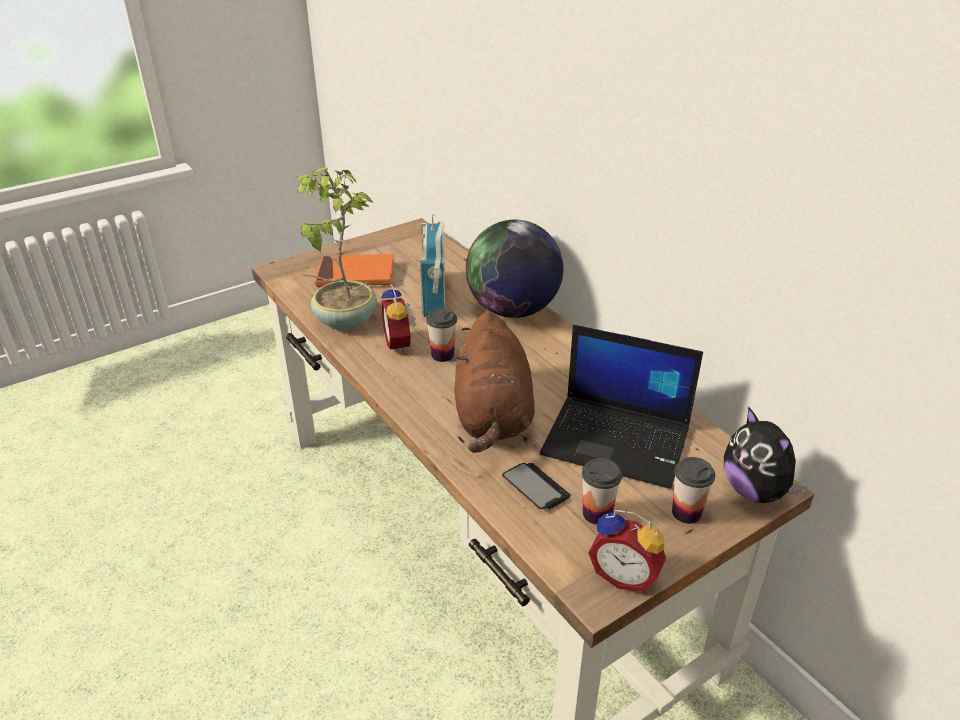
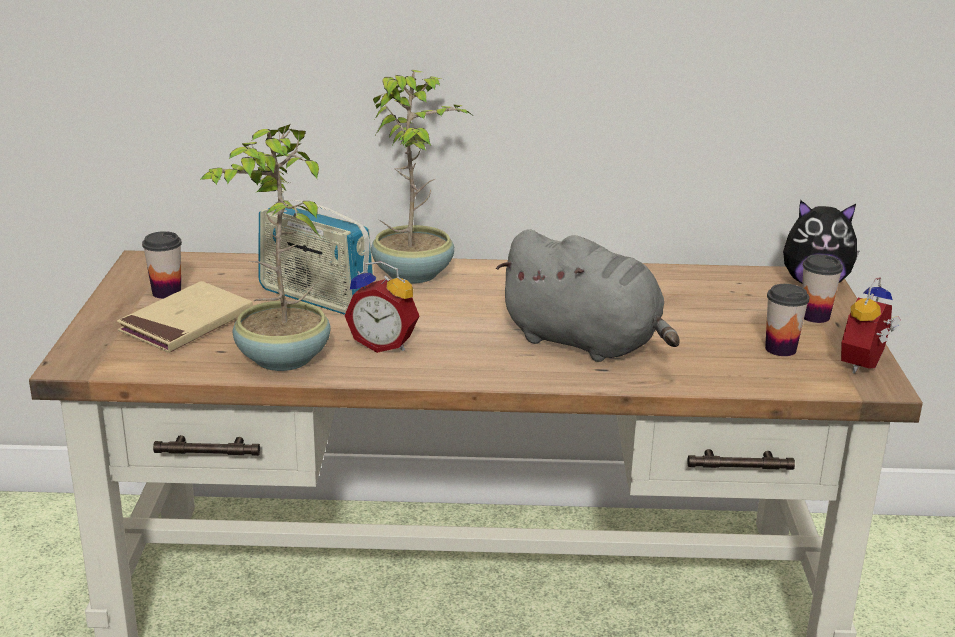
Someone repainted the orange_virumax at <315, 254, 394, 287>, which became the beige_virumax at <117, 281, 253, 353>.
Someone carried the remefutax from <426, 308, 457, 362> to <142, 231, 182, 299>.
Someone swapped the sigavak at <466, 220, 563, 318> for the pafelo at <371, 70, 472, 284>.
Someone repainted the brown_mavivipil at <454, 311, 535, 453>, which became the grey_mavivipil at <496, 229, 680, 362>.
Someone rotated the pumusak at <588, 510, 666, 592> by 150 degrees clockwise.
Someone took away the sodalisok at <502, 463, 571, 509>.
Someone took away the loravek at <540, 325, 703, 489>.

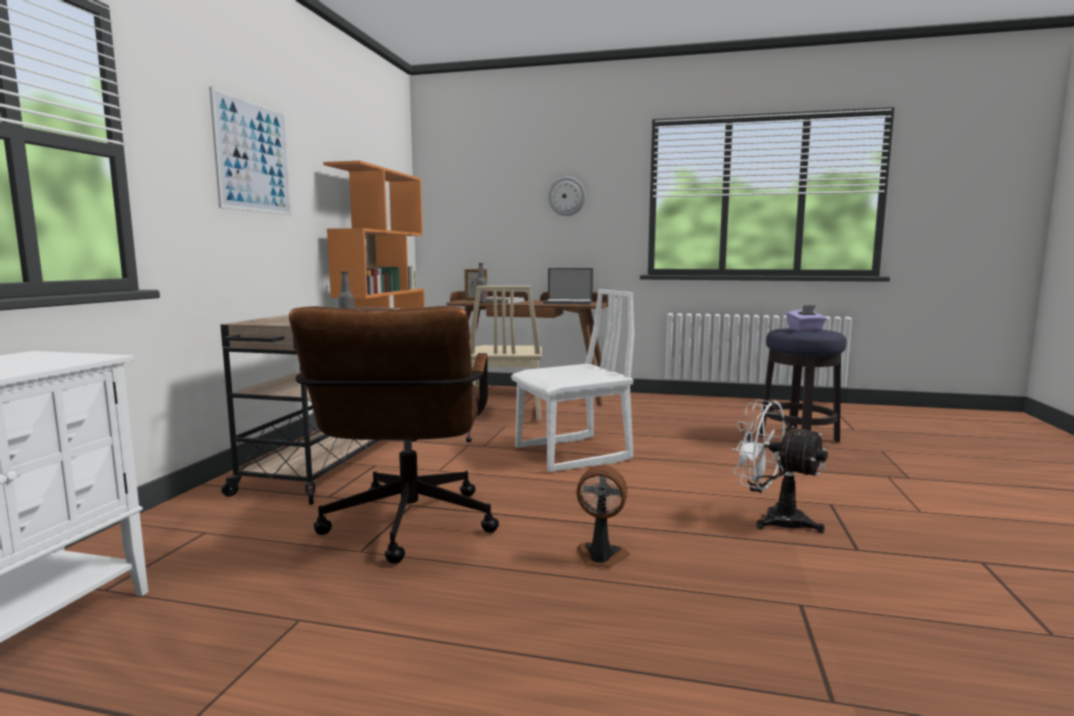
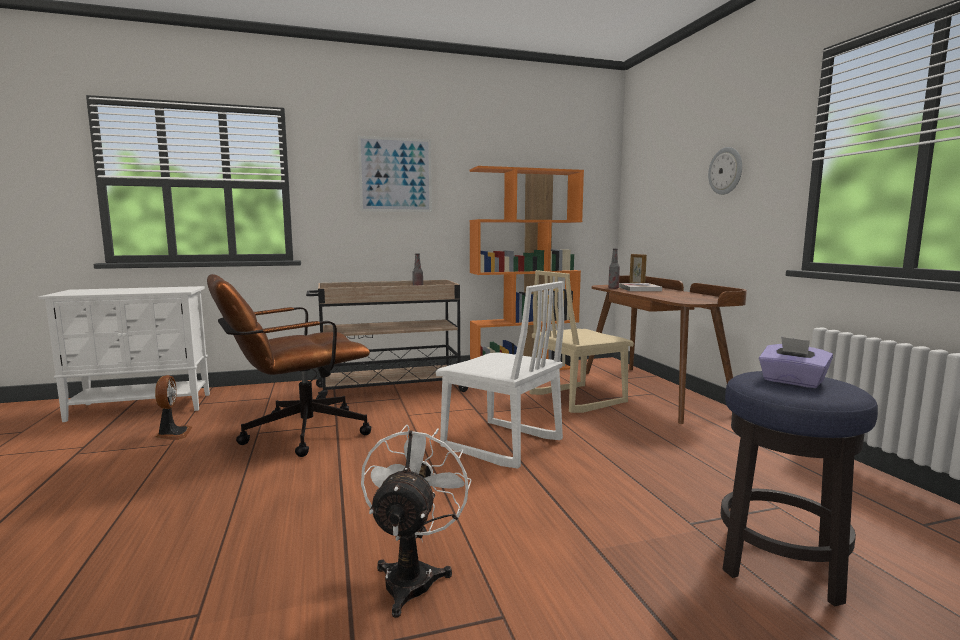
Someone carried the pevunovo from <576, 465, 630, 568> to <155, 375, 192, 440>.
Someone took away the loravek at <543, 268, 593, 304>.

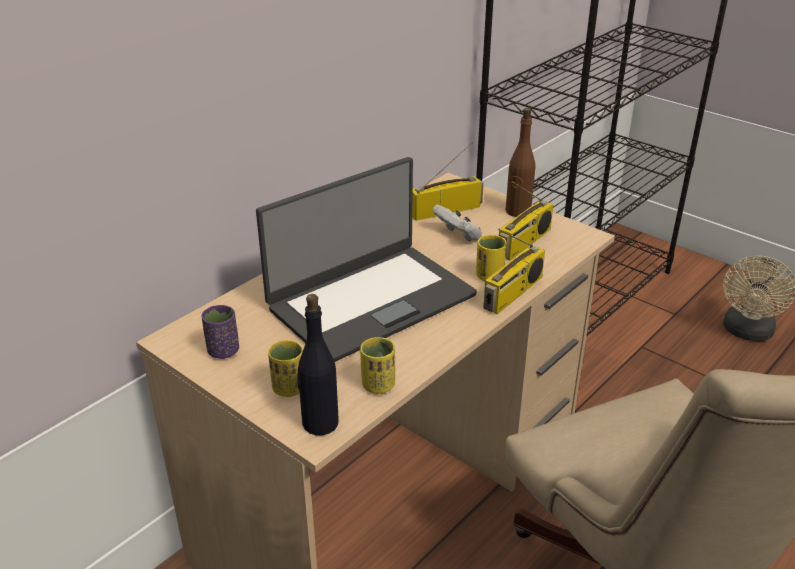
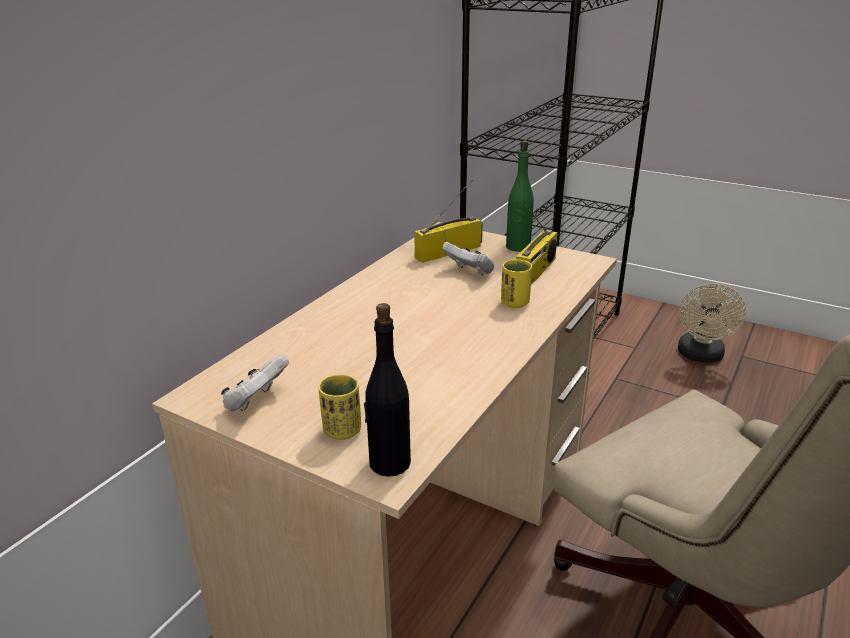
Someone swapped the purple_remefutax at <201, 305, 239, 359> for the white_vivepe at <221, 355, 289, 412>.
Someone repainted the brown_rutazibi at <506, 108, 535, 217>, which became the green_rutazibi at <506, 140, 534, 252>.
Someone took away the loravek at <256, 157, 477, 362>.
Someone took away the yellow_remefutax at <360, 337, 395, 394>.
Someone took away the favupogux at <483, 229, 545, 314>.

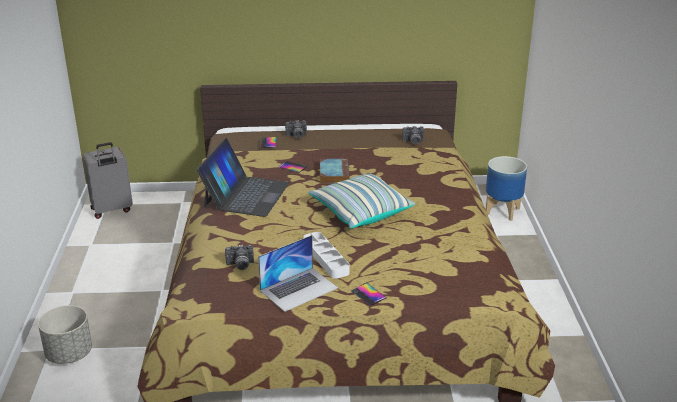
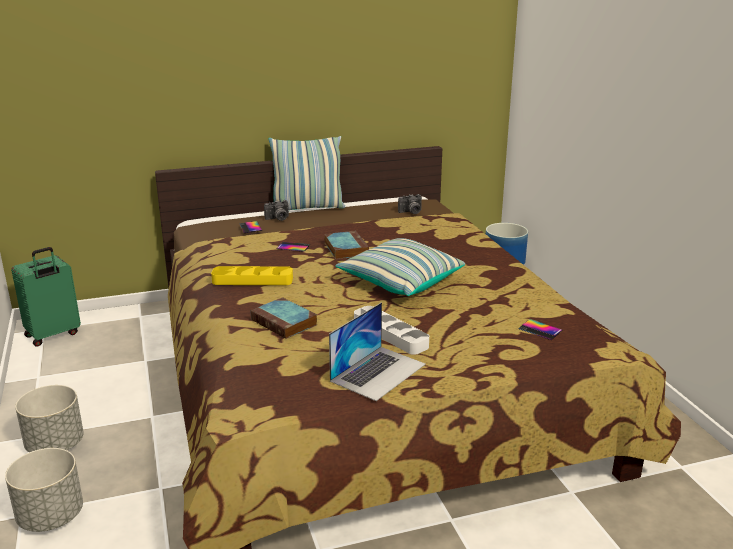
Someone repainted the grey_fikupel at <83, 142, 133, 219>, which became the green_fikupel at <11, 247, 81, 347>.
Someone put down the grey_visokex at <15, 385, 84, 452>.
Someone swapped the loravek at <196, 138, 289, 217> for the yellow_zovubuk at <211, 266, 293, 285>.
Someone put down the virumax at <251, 297, 317, 339>.
Someone put down the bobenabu at <269, 136, 345, 210>.
Someone carried the sodalisok from <351, 283, 386, 306> to <518, 319, 563, 340>.
Someone took away the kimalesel at <225, 244, 254, 270>.

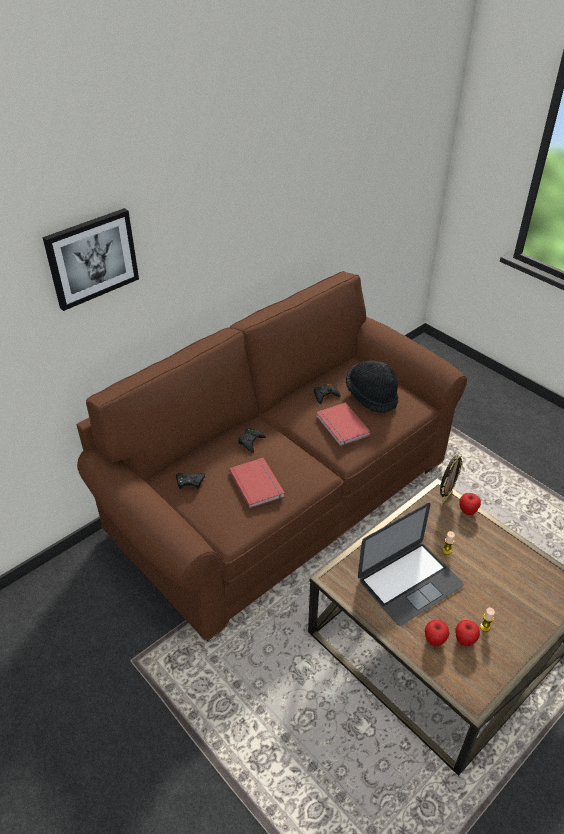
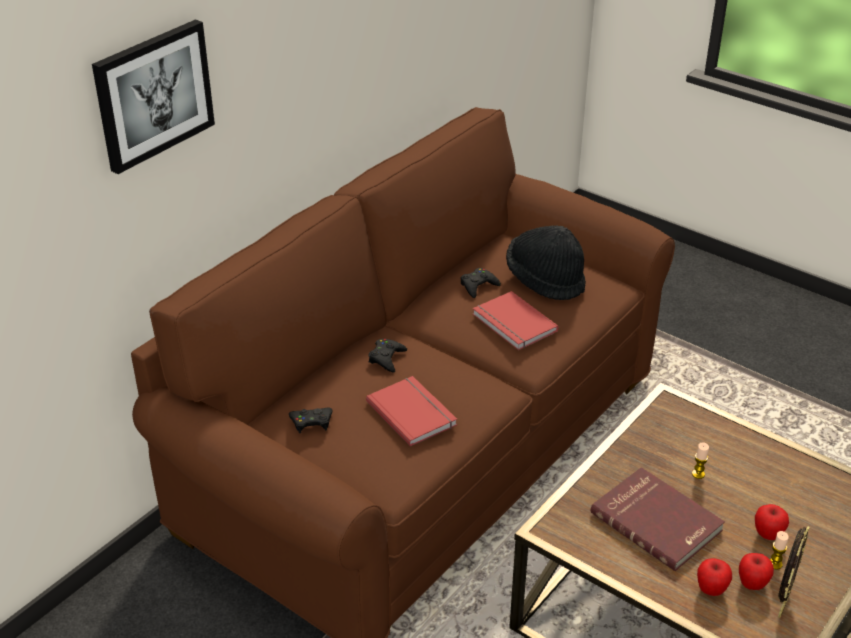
Someone swapped the loravek at <358, 503, 464, 626> for the red_virumax at <591, 467, 725, 571>.
Someone carried the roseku from <460, 493, 481, 515> to <755, 504, 789, 540>.
Someone carried the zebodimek from <440, 455, 463, 506> to <778, 526, 810, 618>.

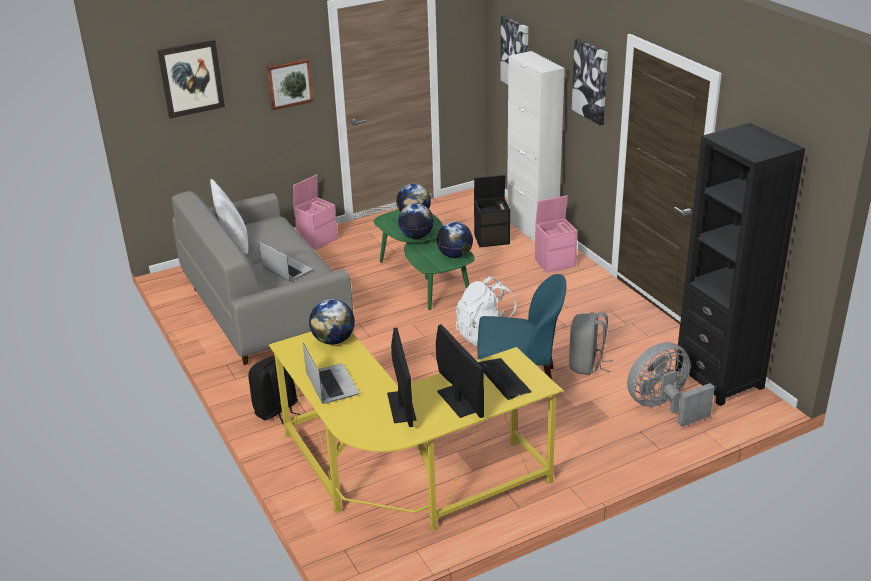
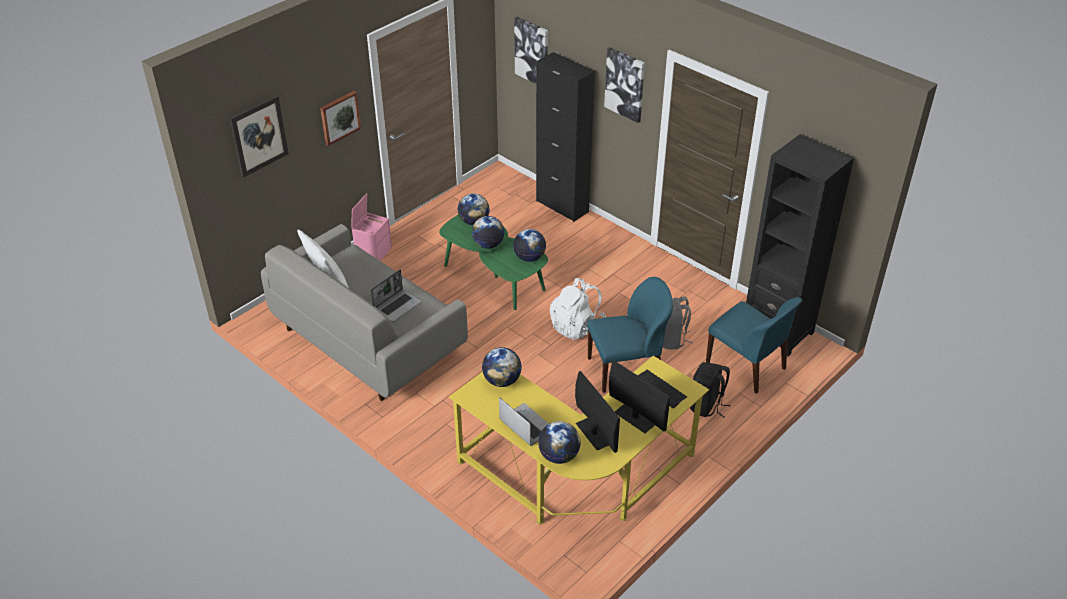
Someone rotated the loravek at <259, 241, 313, 282> by 105 degrees clockwise.
Someone repainted the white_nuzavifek at <507, 51, 565, 242>, which became the black_nuzavifek at <536, 52, 595, 222>.
Someone put down the sigavak at <538, 421, 581, 464>.
Someone carried the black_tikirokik from <248, 356, 301, 425> to <690, 362, 731, 418>.
Someone swapped the grey_pevunovo at <627, 342, 715, 427> for the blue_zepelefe at <706, 297, 803, 394>.
Someone took away the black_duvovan at <474, 175, 510, 247>.
Someone took away the pink_duvovan at <535, 195, 578, 273>.

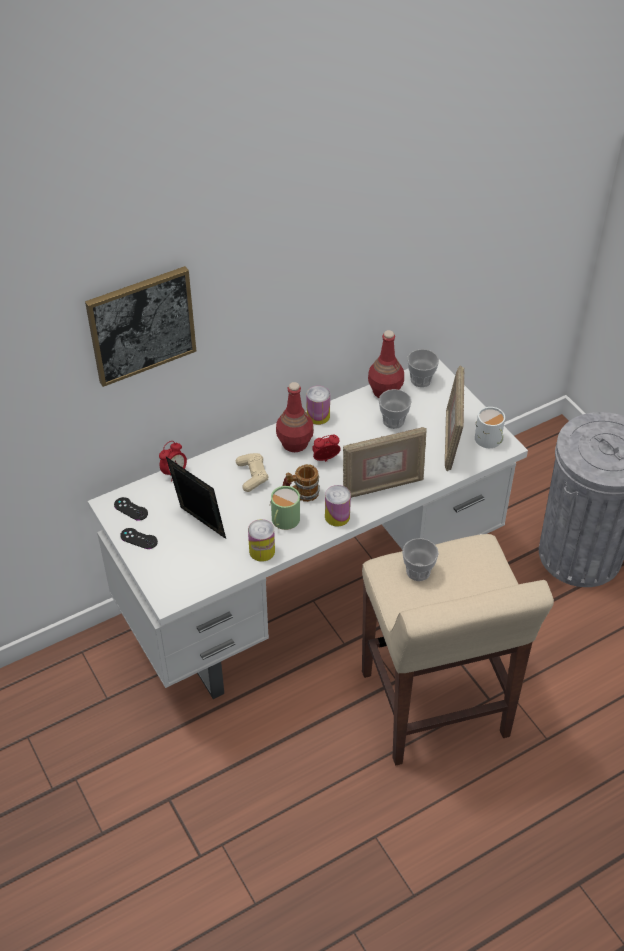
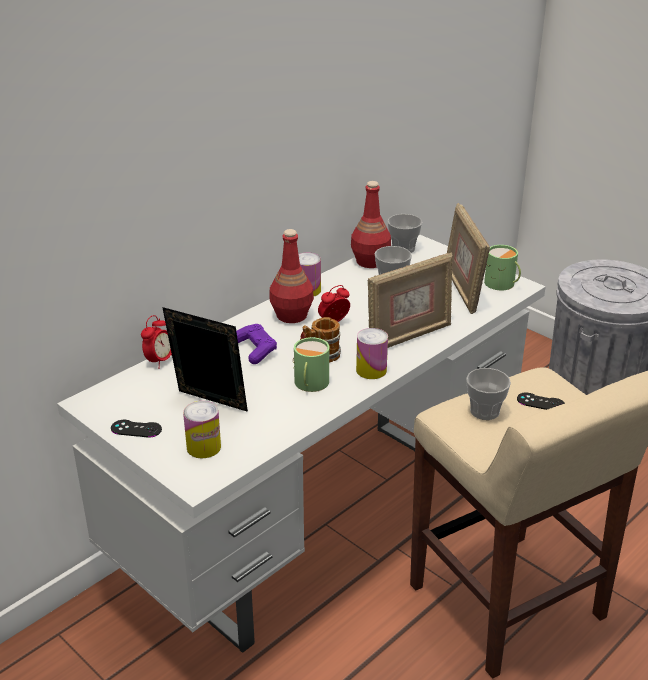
Someone carried the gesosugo from <248, 519, 275, 562> to <183, 401, 221, 458>.
Someone repainted the beige_vivepe at <236, 453, 268, 492>, which became the purple_vivepe at <236, 324, 277, 364>.
Someone repainted the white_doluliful at <475, 407, 505, 448>, which became the green_doluliful at <484, 245, 521, 290>.
Someone carried the black_vivepe from <114, 497, 148, 521> to <517, 392, 565, 410>.
Someone took away the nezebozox at <85, 266, 196, 387>.

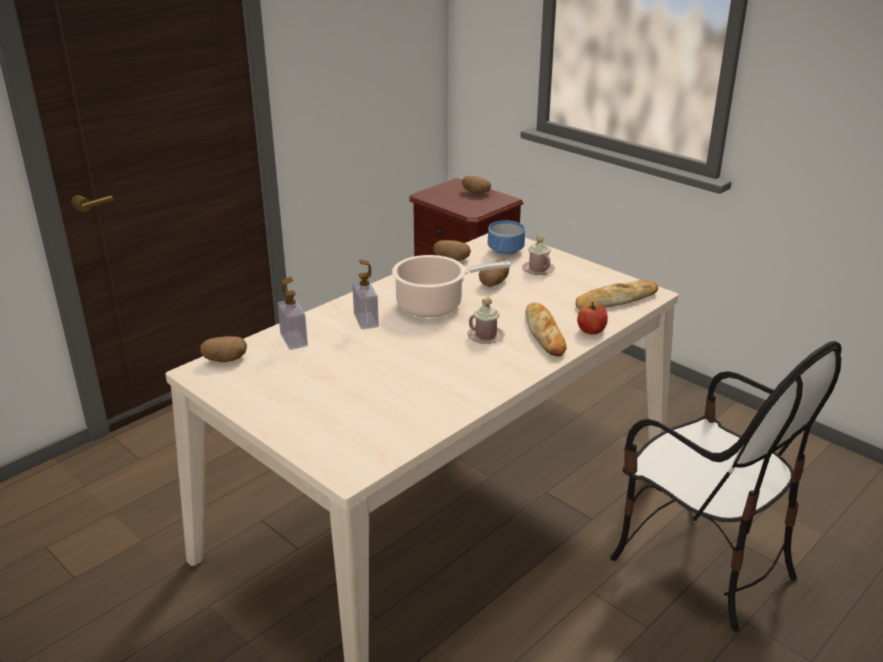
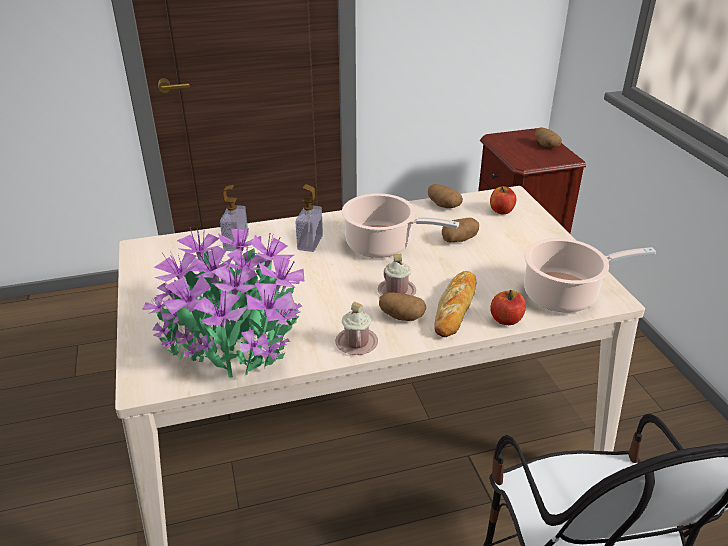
Someone put down the pafelo at <142, 220, 304, 378>.
Someone carried the pink_doluliful from <522, 234, 555, 275> to <335, 302, 378, 355>.
Someone carried the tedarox from <200, 336, 247, 362> to <379, 293, 426, 321>.
Someone swapped the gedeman at <488, 221, 525, 256> for the roseku at <490, 186, 516, 214>.
Someone swapped the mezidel at <575, 280, 658, 309> for the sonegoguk at <524, 238, 656, 313>.

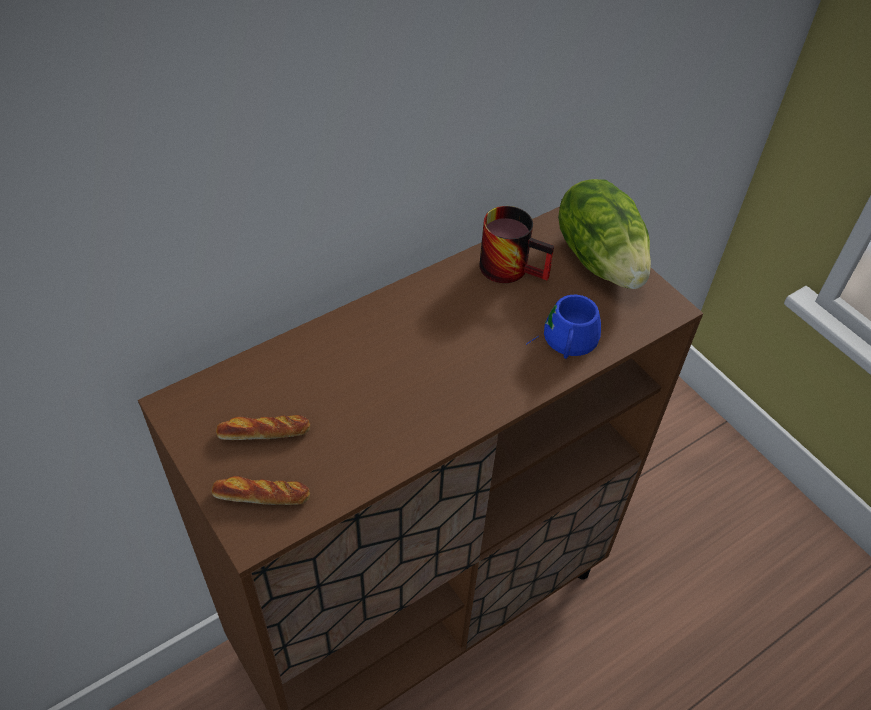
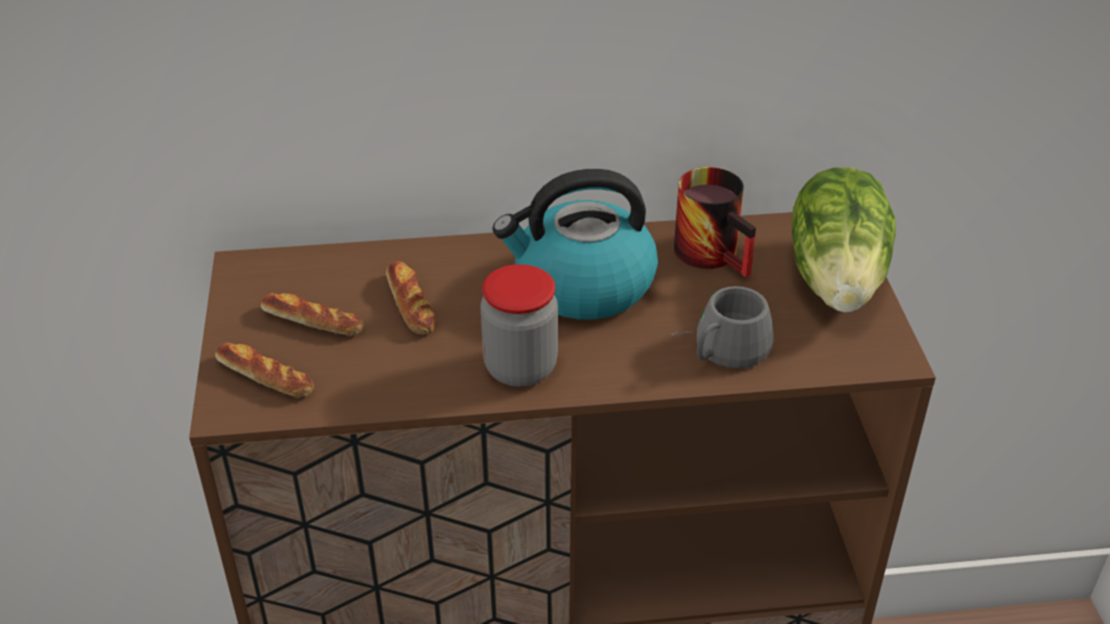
Someone put down the mezidel at <386, 261, 435, 335>.
Someone put down the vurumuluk at <480, 264, 558, 387>.
Someone put down the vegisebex at <493, 169, 658, 320>.
Someone repainted the blue_doluliful at <526, 295, 601, 359>, which became the grey_doluliful at <670, 286, 774, 369>.

